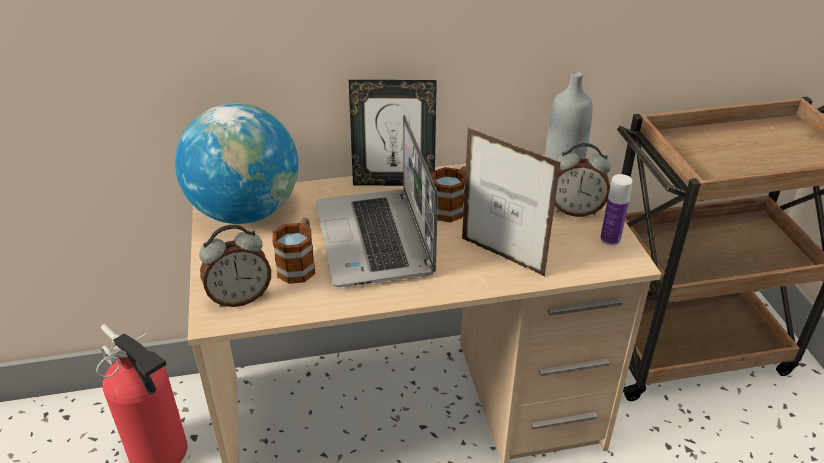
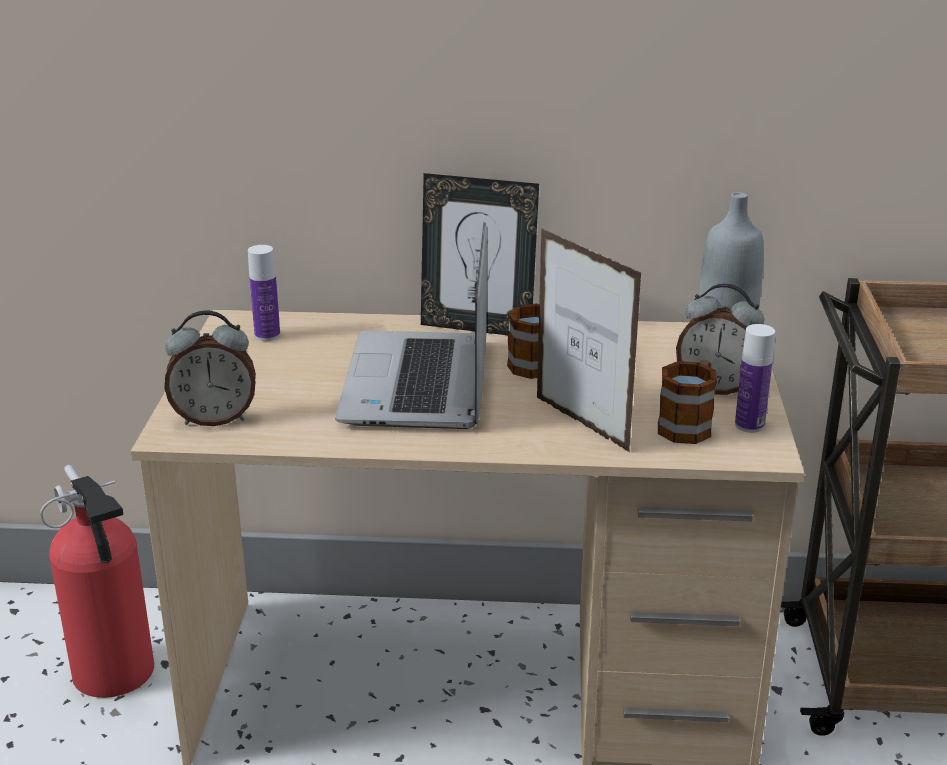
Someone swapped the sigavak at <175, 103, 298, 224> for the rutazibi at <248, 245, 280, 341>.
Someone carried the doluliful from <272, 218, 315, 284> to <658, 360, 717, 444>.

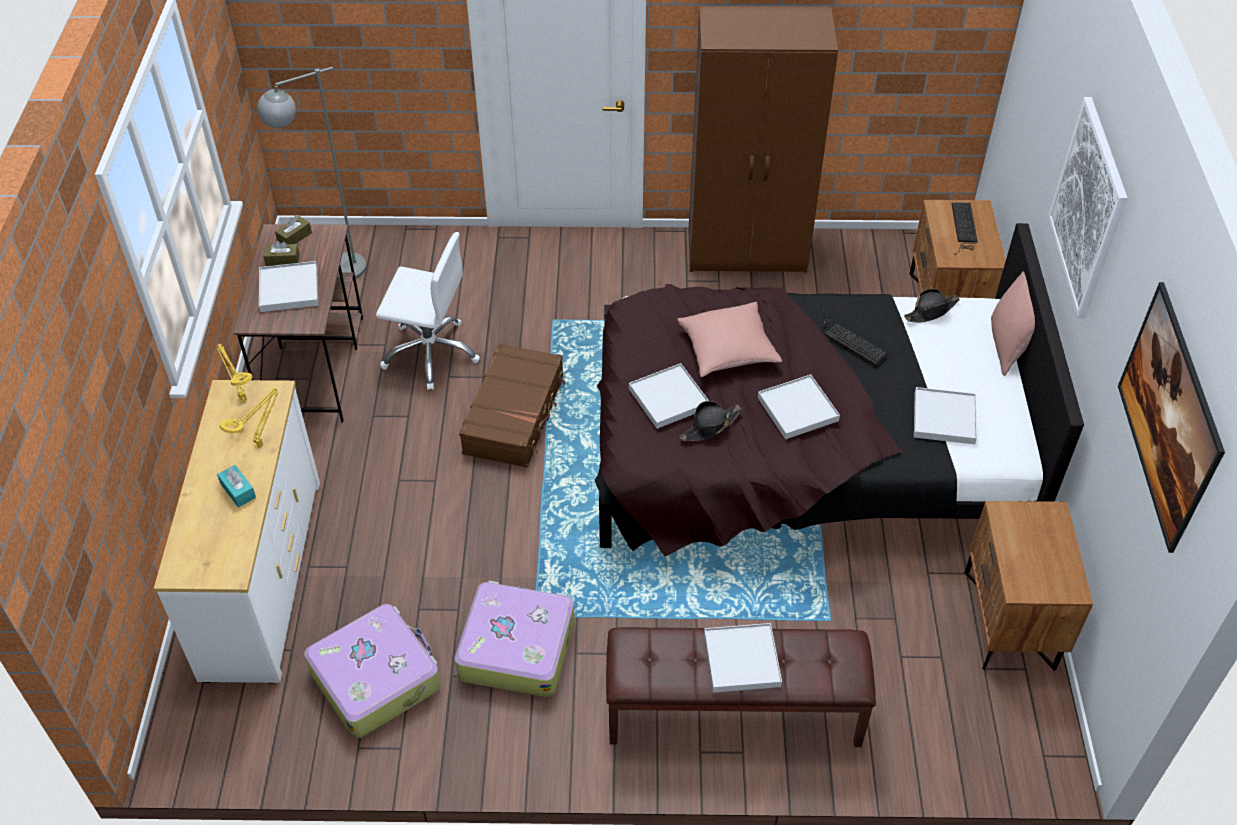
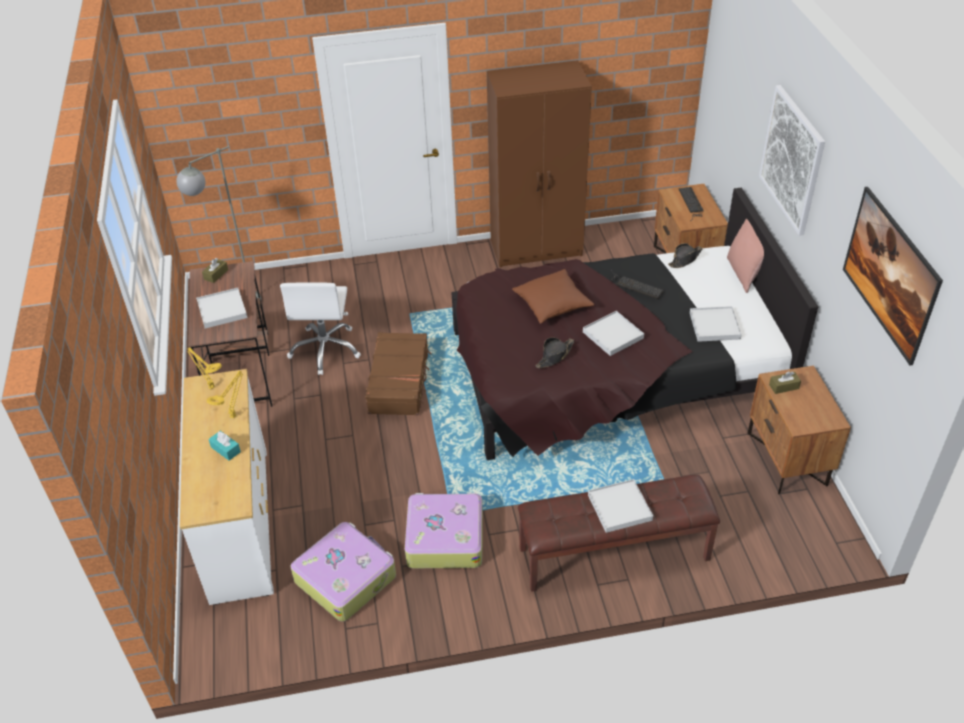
Someone rotated the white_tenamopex at <376, 232, 480, 390> by 90 degrees clockwise.
Someone repainted the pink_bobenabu at <677, 302, 782, 377>, which became the brown_bobenabu at <512, 269, 594, 324>.
Someone carried the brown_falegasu from <263, 241, 300, 266> to <769, 371, 801, 394>.
Someone took away the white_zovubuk at <629, 363, 709, 429>.

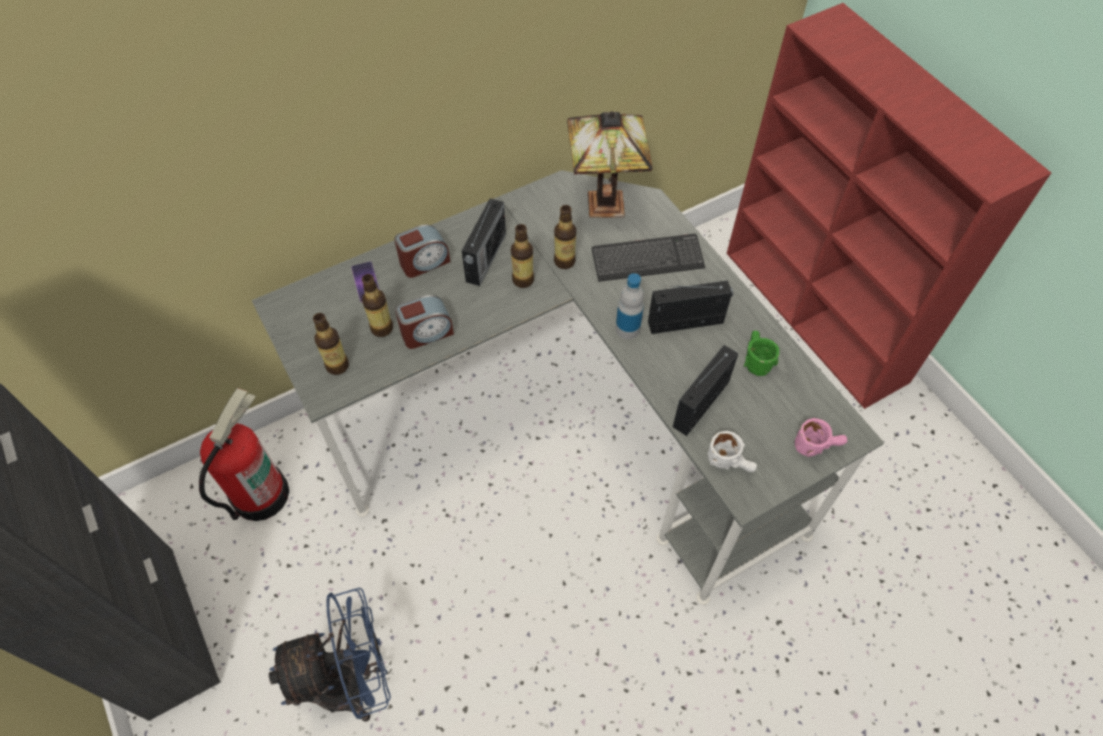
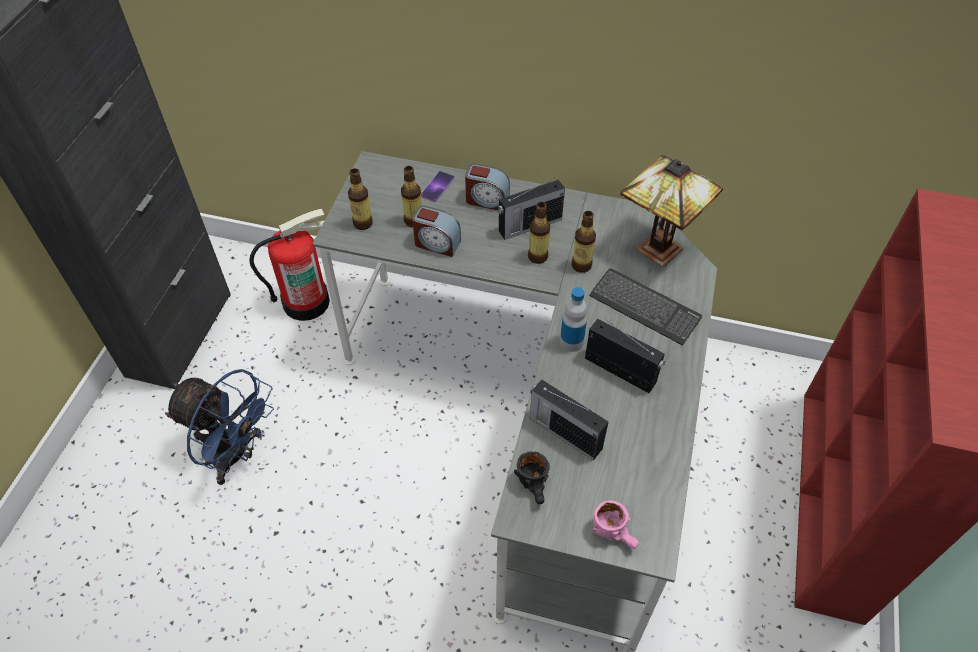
Someone repainted the white_doluliful at <708, 431, 757, 472>, which became the black_doluliful at <514, 451, 550, 504>.
Someone rotated the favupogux at <673, 345, 739, 436> by 135 degrees counterclockwise.
Someone took away the green_doluliful at <744, 331, 779, 376>.

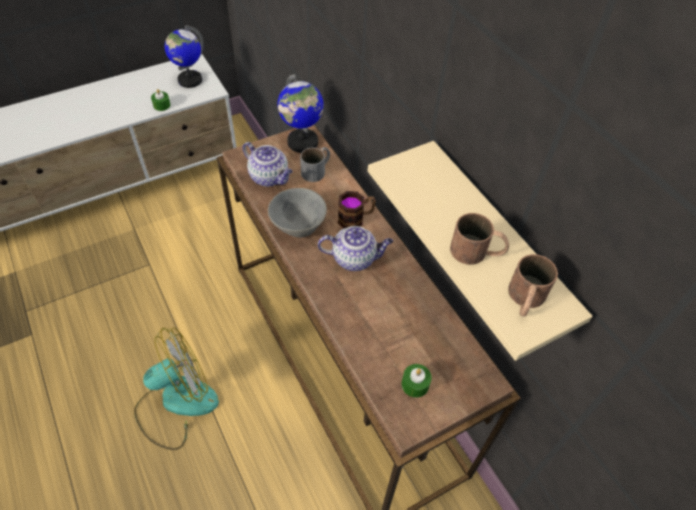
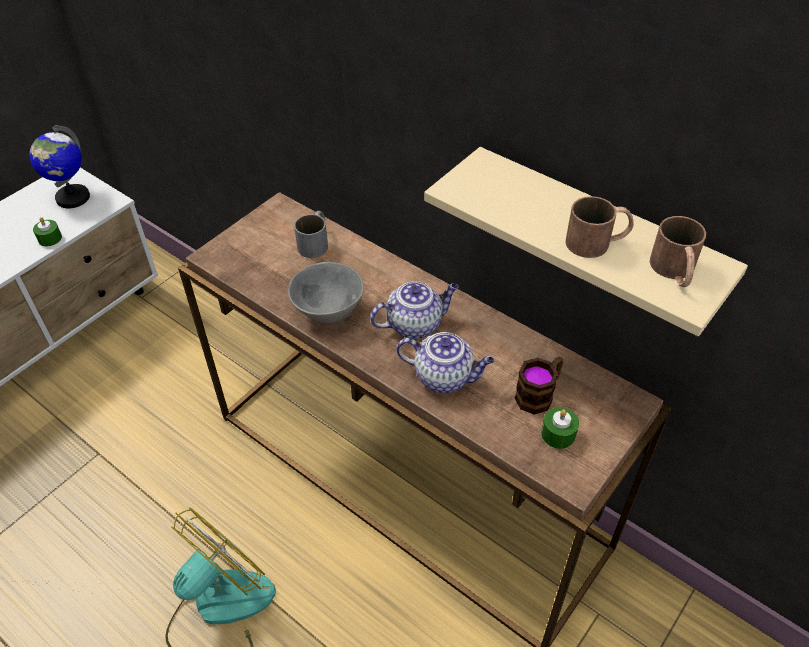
Someone carried the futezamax from <243, 142, 293, 187> to <396, 332, 494, 393>.
Someone carried the doluliful from <338, 191, 376, 228> to <515, 357, 563, 415>.
Someone took away the sigavak at <277, 74, 324, 153>.

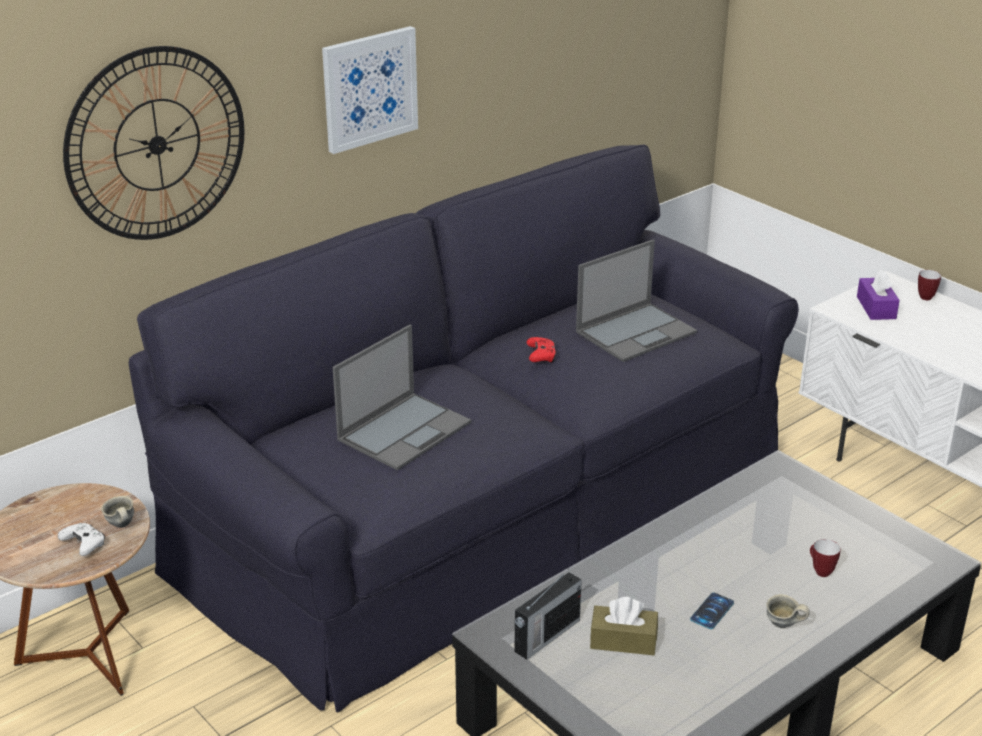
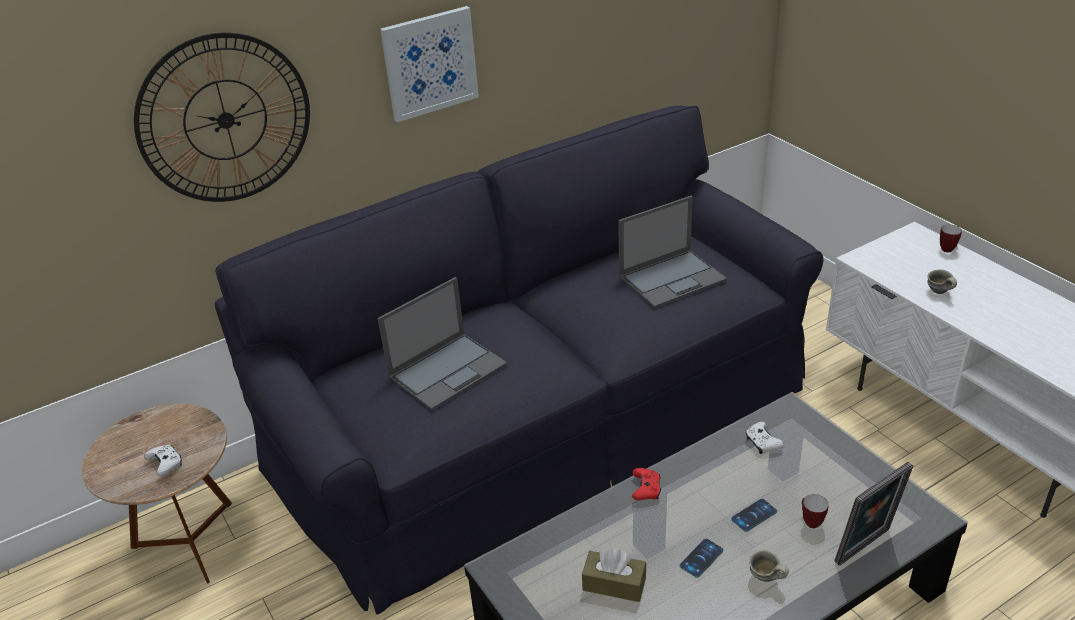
Someone carried the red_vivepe from <526, 337, 557, 362> to <632, 468, 661, 500>.
Someone put down the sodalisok at <731, 499, 777, 532>.
Someone put down the white_vivepe at <745, 422, 784, 454>.
Someone put down the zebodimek at <834, 462, 913, 566>.
Someone carried the grey_doluliful from <101, 496, 134, 528> to <927, 269, 957, 294>.
Someone took away the favupogux at <515, 569, 582, 660>.
Someone took away the purple_falegasu at <857, 269, 900, 320>.

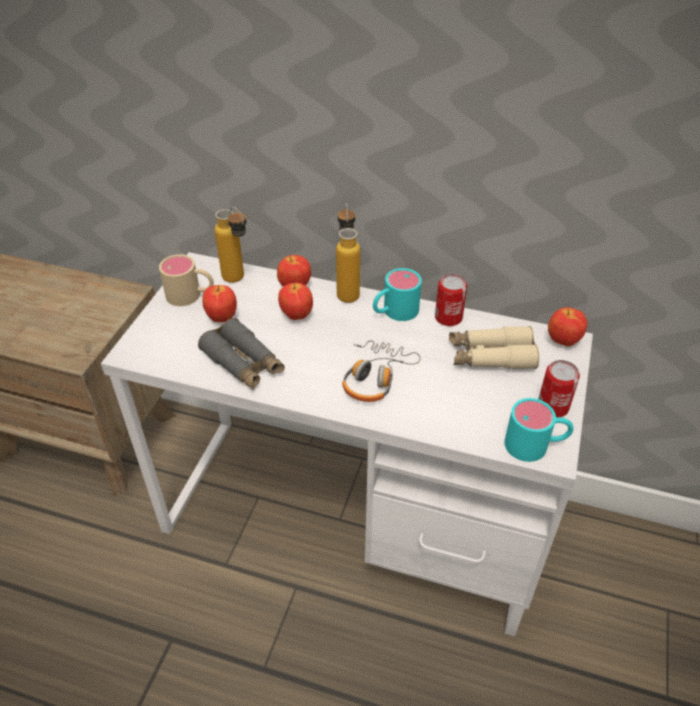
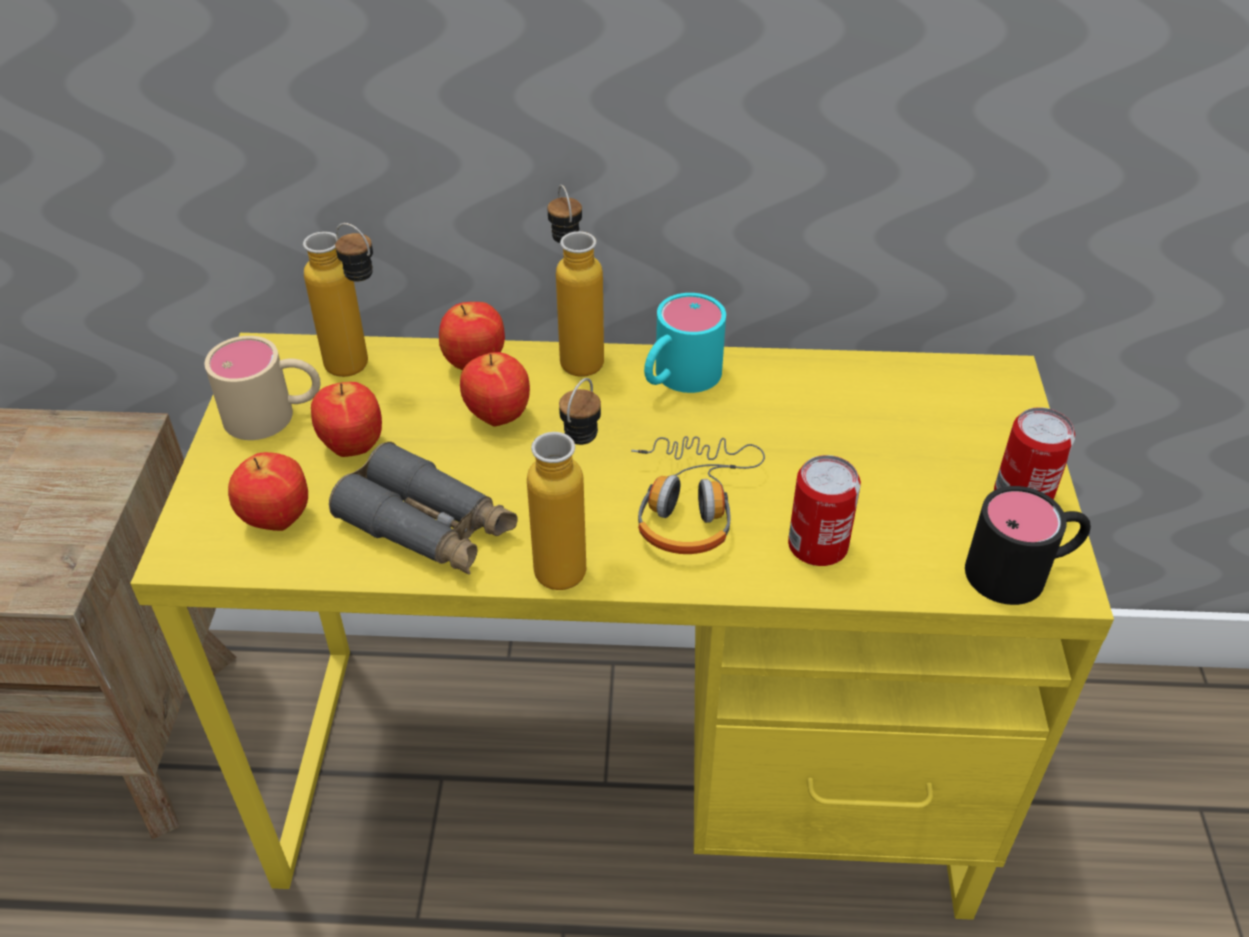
Someone repainted the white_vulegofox at <101, 252, 593, 636>, which became the yellow_vulegofox at <130, 333, 1114, 920>.
Someone carried the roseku from <548, 307, 587, 347> to <228, 452, 308, 531>.
Someone put down the rutazibi at <527, 378, 601, 590>.
Someone carried the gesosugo from <435, 274, 467, 326> to <788, 455, 861, 566>.
Someone repainted the turquoise_doluliful at <504, 398, 574, 462>, which became the black_doluliful at <965, 486, 1091, 605>.
Someone took away the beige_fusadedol at <449, 326, 540, 369>.

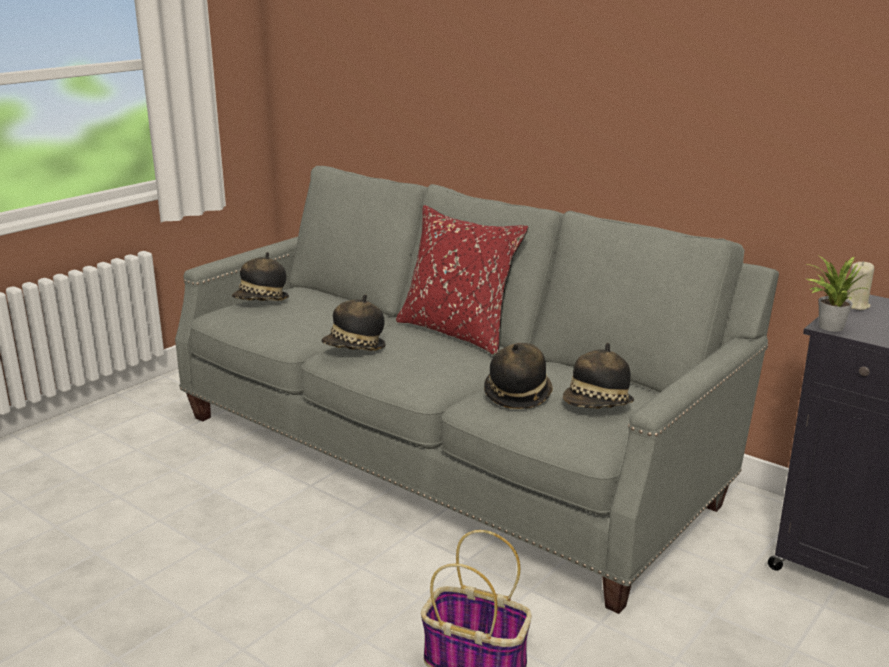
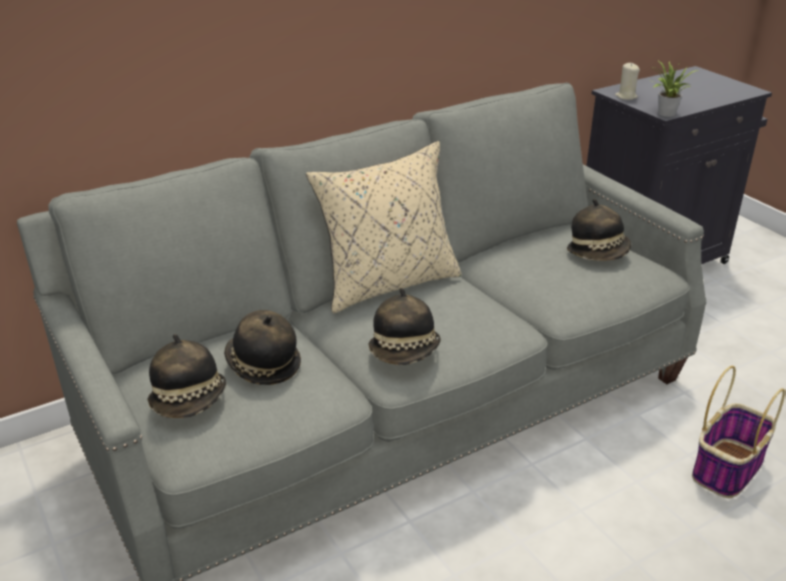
Someone carried the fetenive from <484, 343, 553, 409> to <224, 310, 301, 385>.
Someone repainted the red_bobenabu at <396, 205, 528, 355>, which became the beige_bobenabu at <306, 141, 462, 313>.

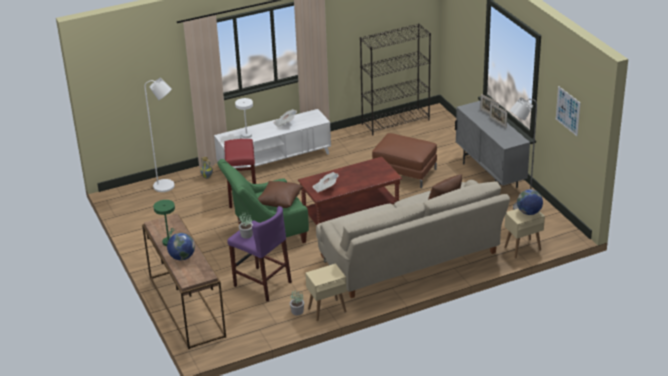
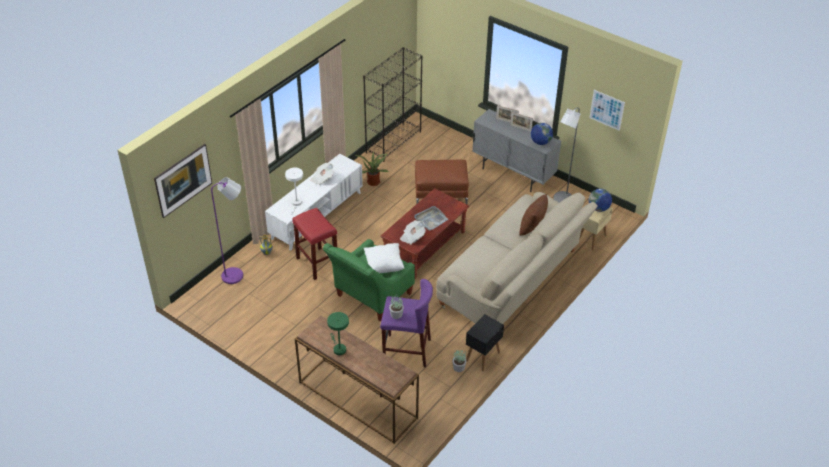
Someone put up the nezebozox at <154, 144, 212, 218>.
Someone repainted the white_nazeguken at <145, 78, 175, 192>, which became the purple_nazeguken at <211, 177, 243, 284>.
Someone put down the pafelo at <356, 151, 389, 186>.
Someone repainted the brown_bobenabu at <258, 181, 303, 208>, which became the white_bobenabu at <364, 243, 405, 273>.
Someone put down the grey_zovubuk at <414, 206, 448, 231>.
Someone repainted the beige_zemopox at <305, 263, 347, 321>, which became the black_zemopox at <466, 314, 504, 371>.
Someone carried the sigavak from <167, 233, 195, 260> to <531, 123, 553, 145>.

